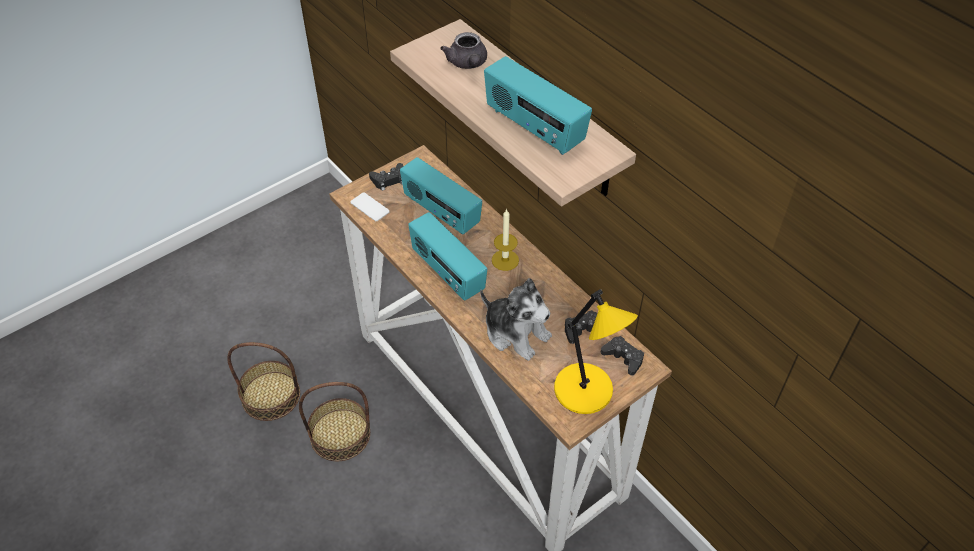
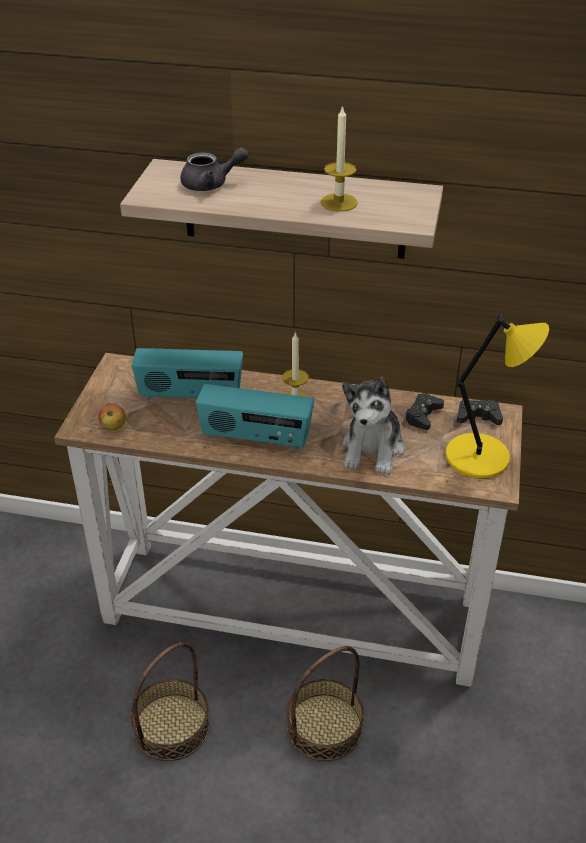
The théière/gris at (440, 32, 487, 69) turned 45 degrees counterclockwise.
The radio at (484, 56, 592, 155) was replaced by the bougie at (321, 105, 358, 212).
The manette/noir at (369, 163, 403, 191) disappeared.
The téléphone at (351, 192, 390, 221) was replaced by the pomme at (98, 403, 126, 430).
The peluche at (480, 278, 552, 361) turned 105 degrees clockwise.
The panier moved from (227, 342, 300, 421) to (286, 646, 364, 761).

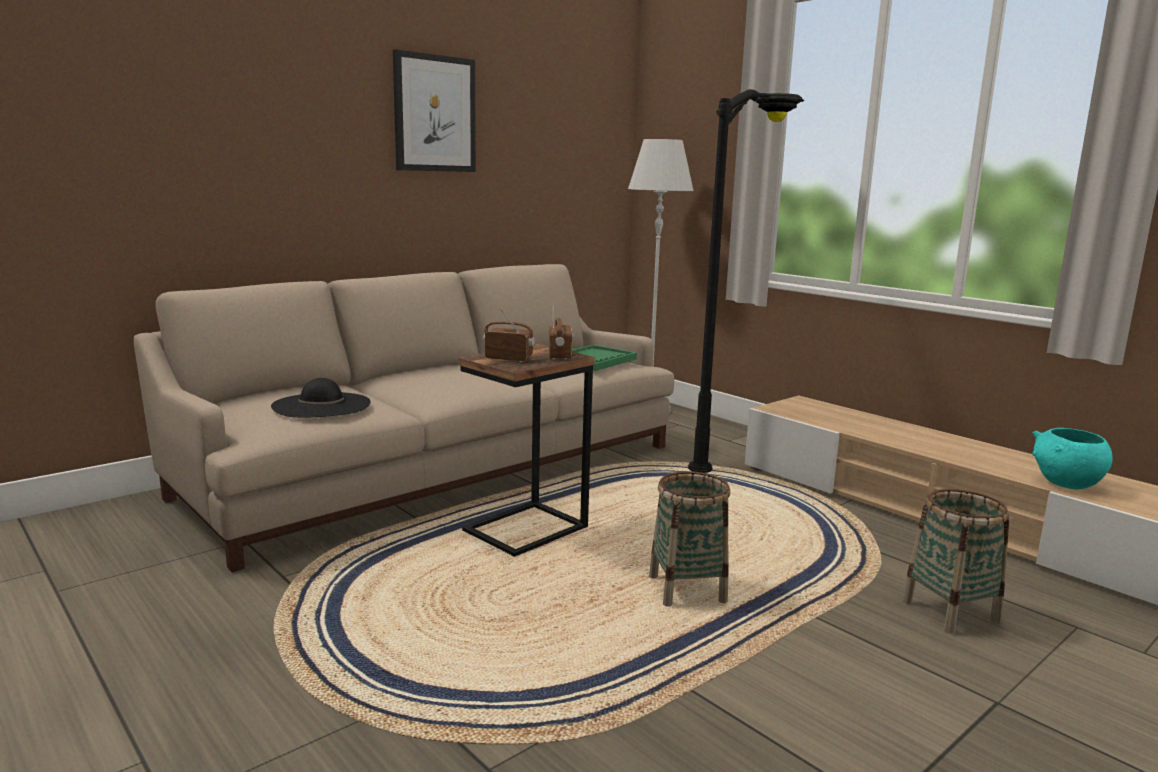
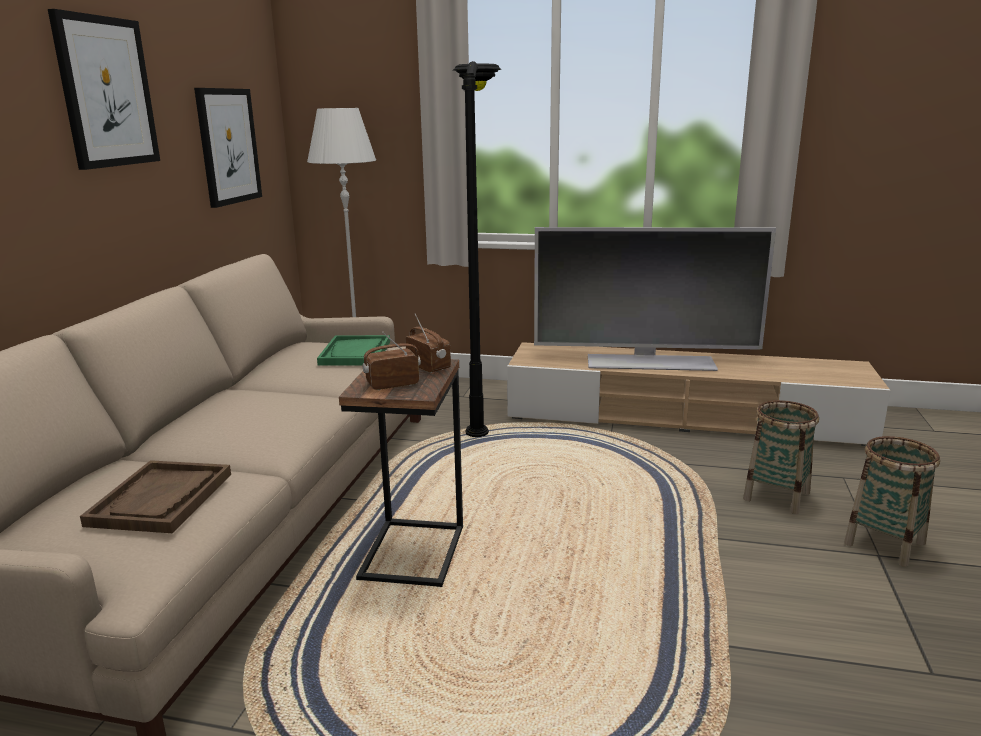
The chapeau/noir at (271, 378, 371, 418) was replaced by the plateau/marron at (80, 460, 231, 533).
The bol/turquoise at (1032, 428, 1112, 489) disappeared.
The panier moved from (649, 471, 730, 607) to (844, 436, 940, 567).
The tableau at (194, 88, 262, 208) appeared.
The téléviseur at (534, 227, 776, 371) appeared.

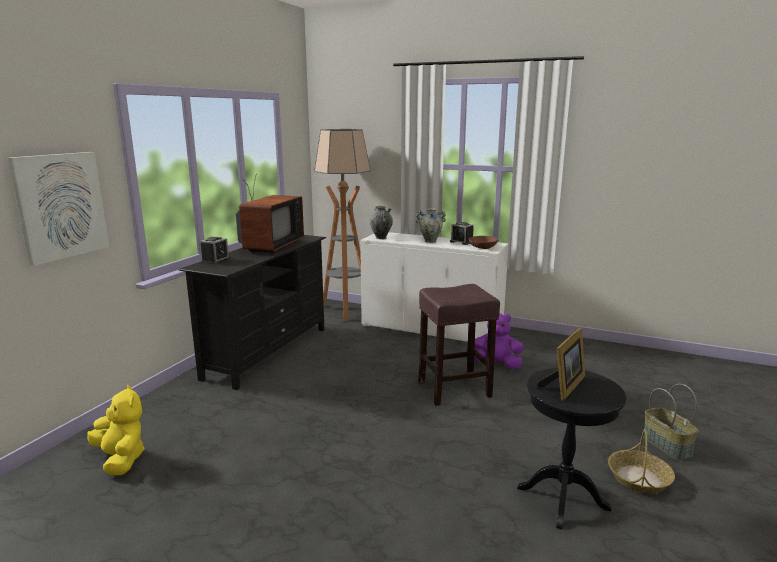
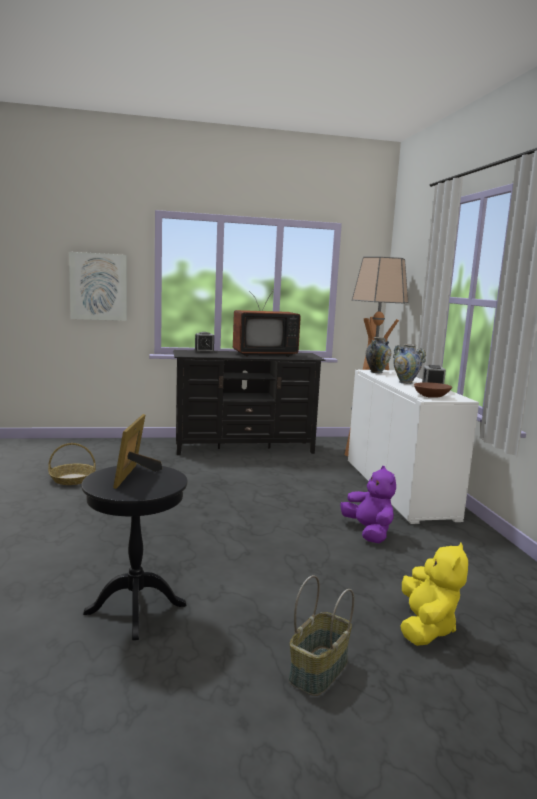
The tabouret/marron at (419, 284, 500, 406) disappeared.
The cadre photo at (537, 328, 585, 401) turned 90 degrees clockwise.
The peluche/jaune moved from (87, 385, 145, 475) to (400, 542, 468, 646).
The panier moved from (608, 429, 675, 494) to (48, 443, 96, 485).

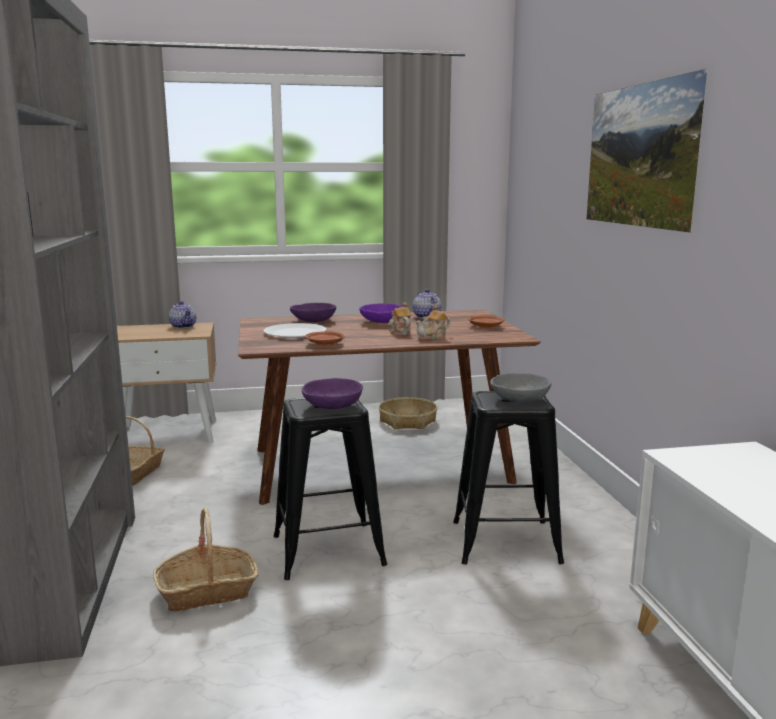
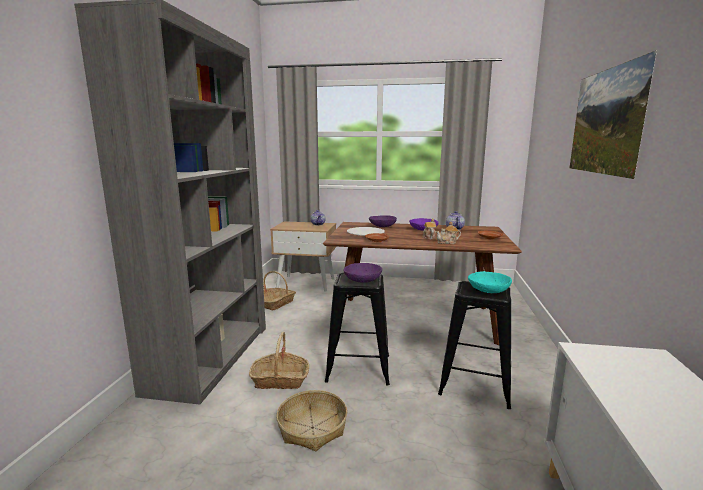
The bol/gris at (490, 373, 551, 403) became the bol/turquoise at (468, 271, 512, 293).
The panier moved from (379, 397, 437, 429) to (276, 390, 347, 451).

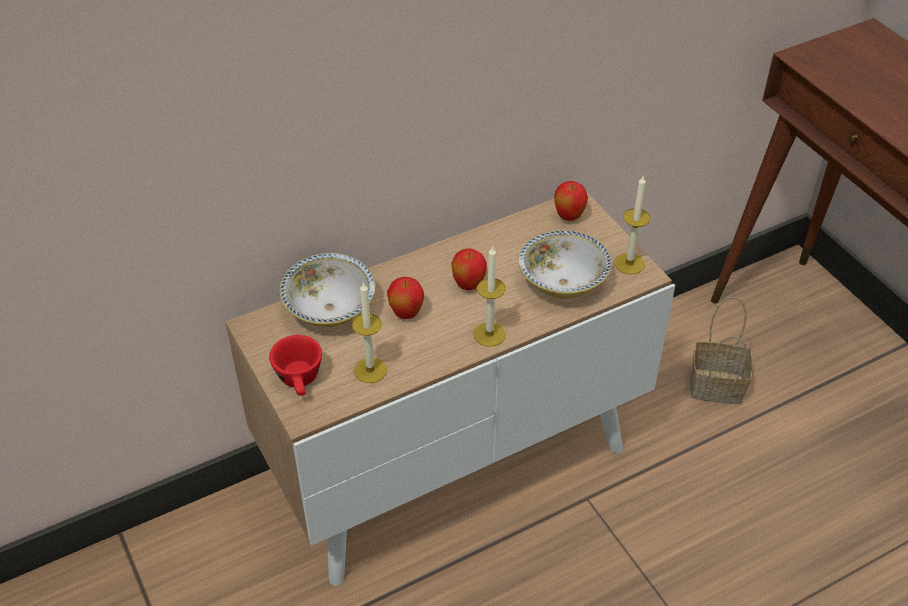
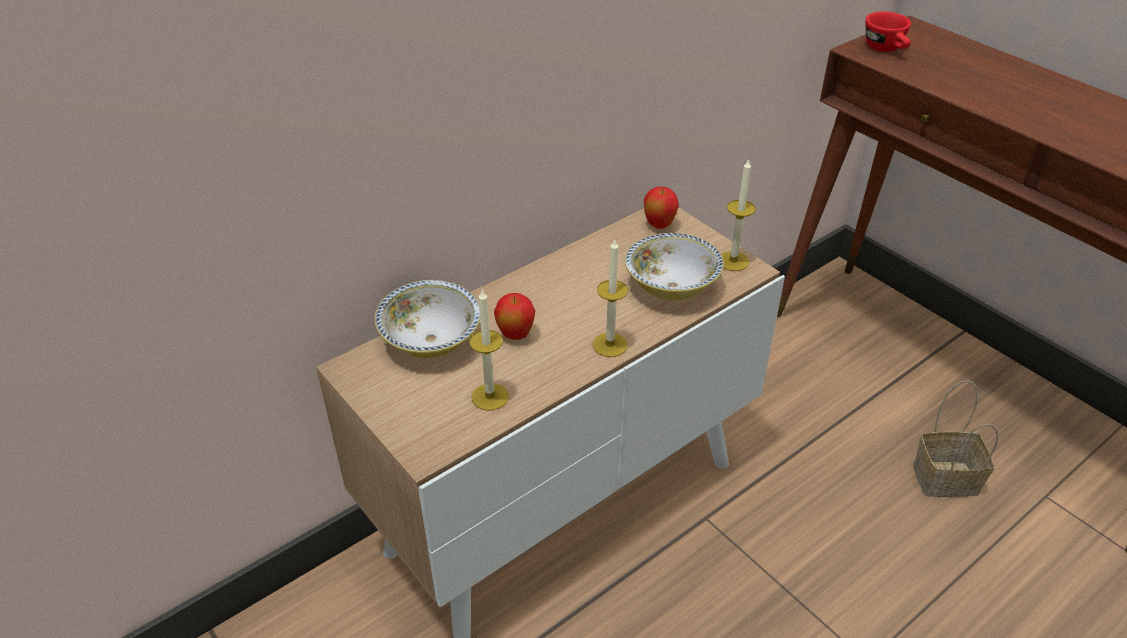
The pomme at (451, 249, 487, 290) disappeared.
The panier moved from (690, 297, 752, 404) to (913, 380, 999, 497).
The tasse/rouge moved from (269, 335, 322, 396) to (865, 11, 911, 52).

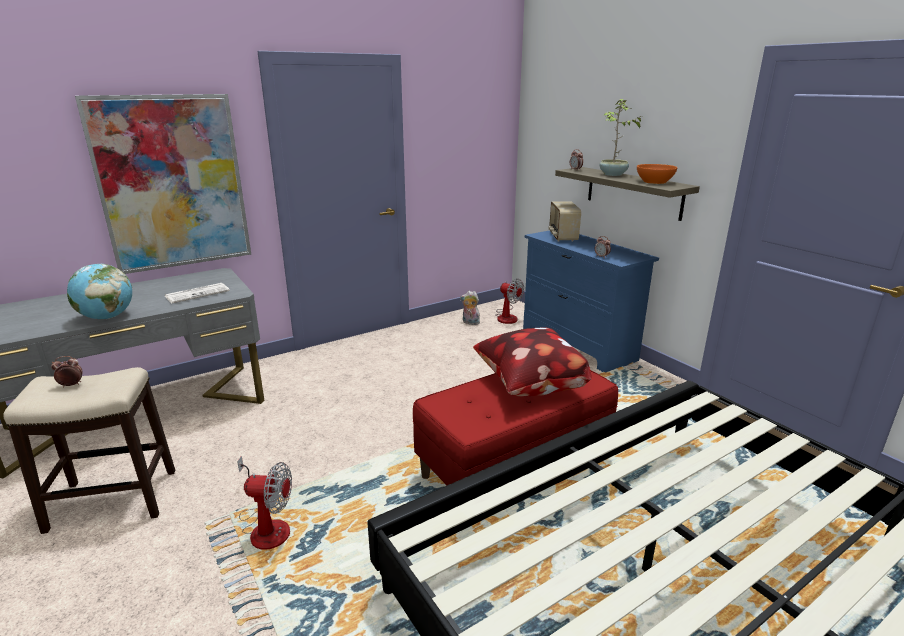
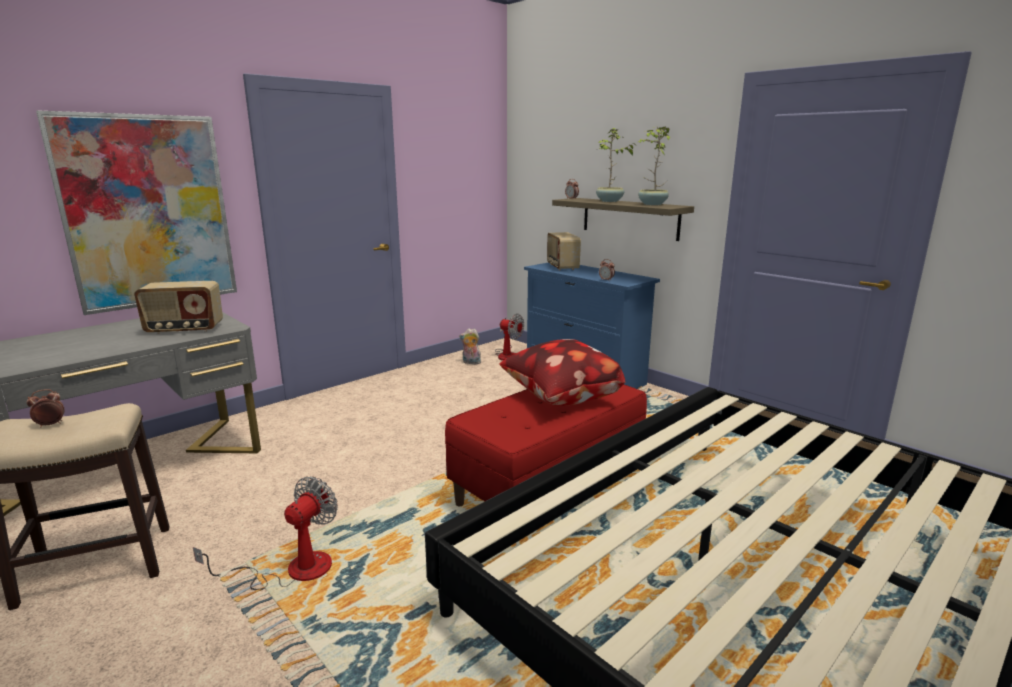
The bol/orange at (637, 164, 677, 184) was replaced by the plante en pot at (638, 126, 670, 205).
The globe at (67, 264, 132, 319) disappeared.
The journal at (165, 283, 230, 303) was replaced by the radio at (134, 281, 223, 335).
The ventilateur at (237, 456, 292, 550) turned 60 degrees counterclockwise.

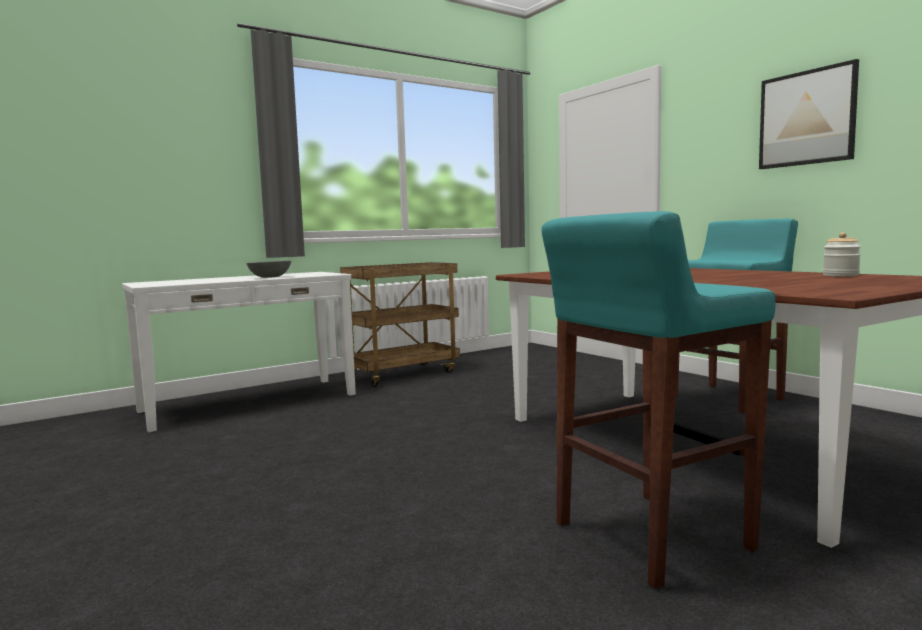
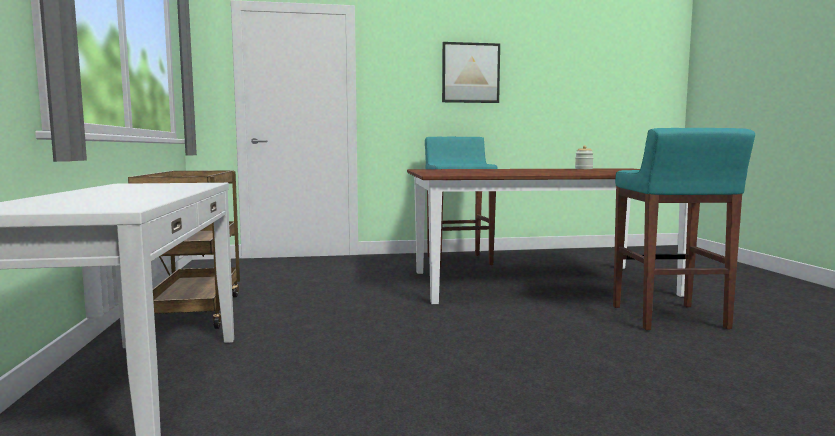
The bol/gris at (246, 260, 291, 278) disappeared.

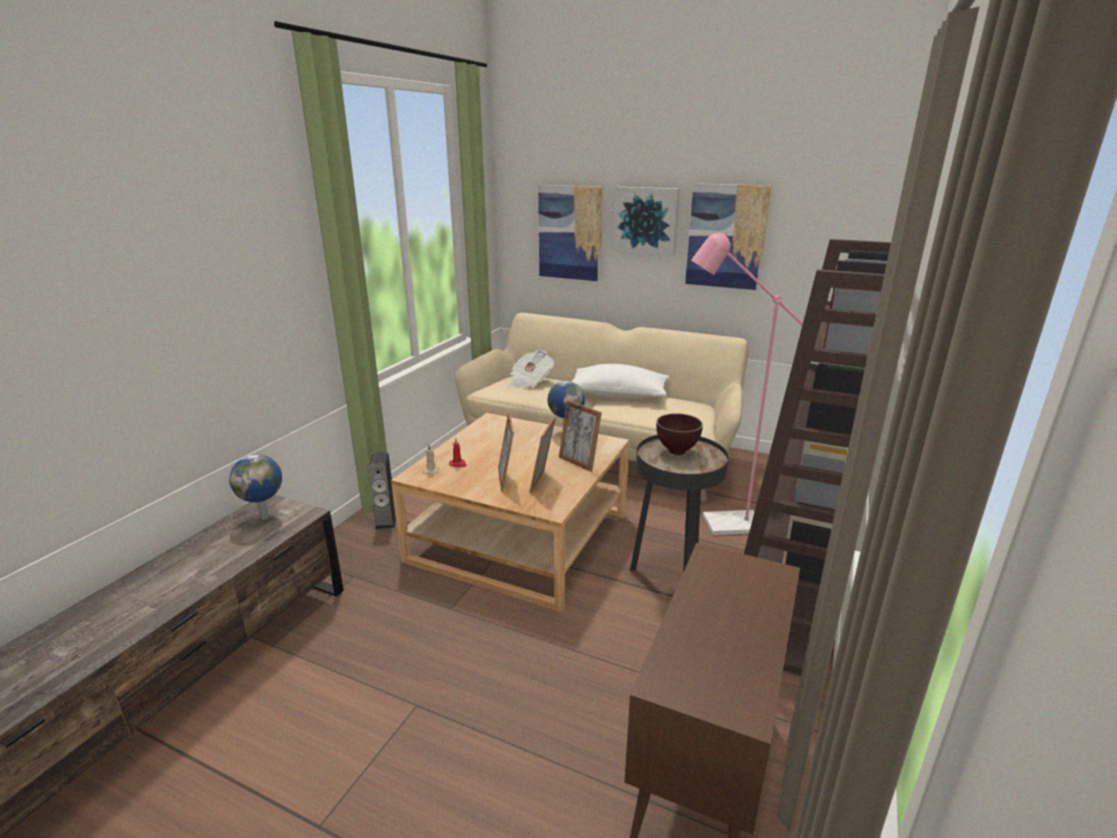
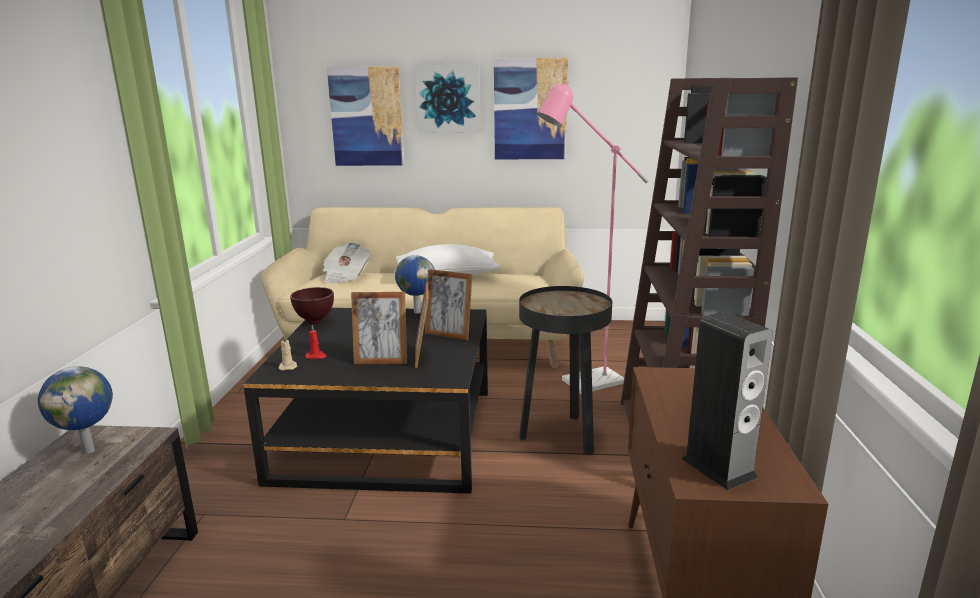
The table basse/beige at (391, 413, 629, 612) became the table basse/noir at (243, 308, 488, 494).
The cadre photo at (498, 413, 514, 492) turned 60 degrees counterclockwise.
The bol/marron moved from (656, 413, 703, 455) to (290, 287, 334, 324).
The enceinte moved from (368, 452, 396, 529) to (681, 312, 773, 490).

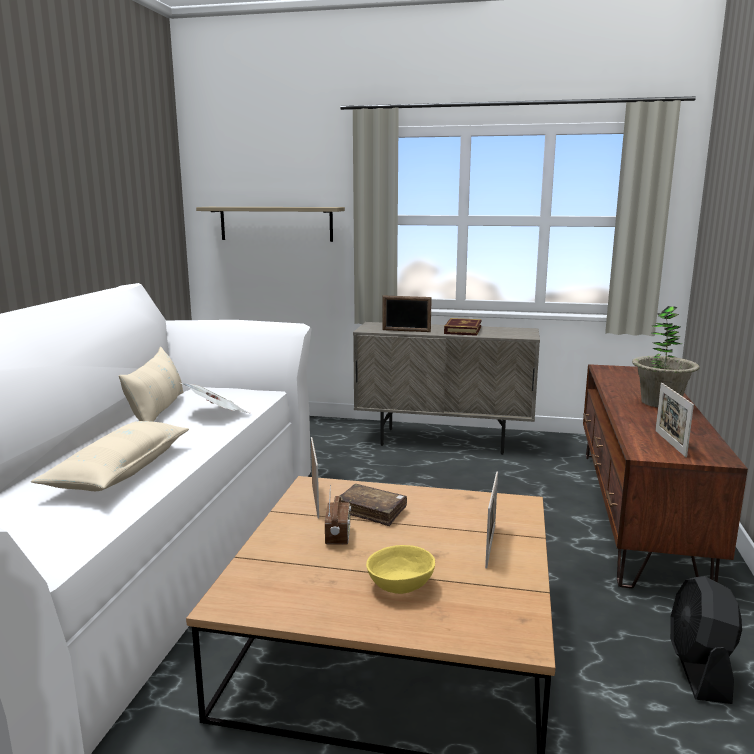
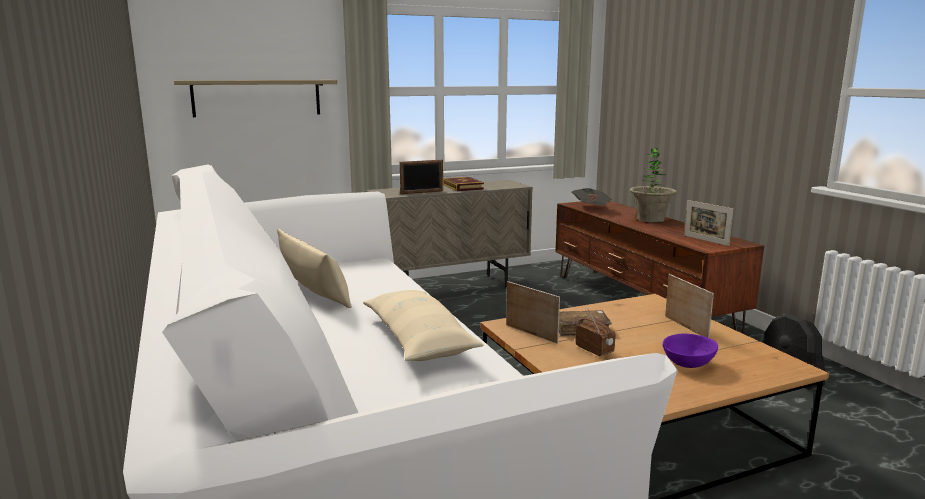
The journal moved from (180, 383, 249, 413) to (572, 188, 612, 205).
The bol/jaune at (366, 545, 435, 594) became the bol/violet at (663, 333, 718, 368).

